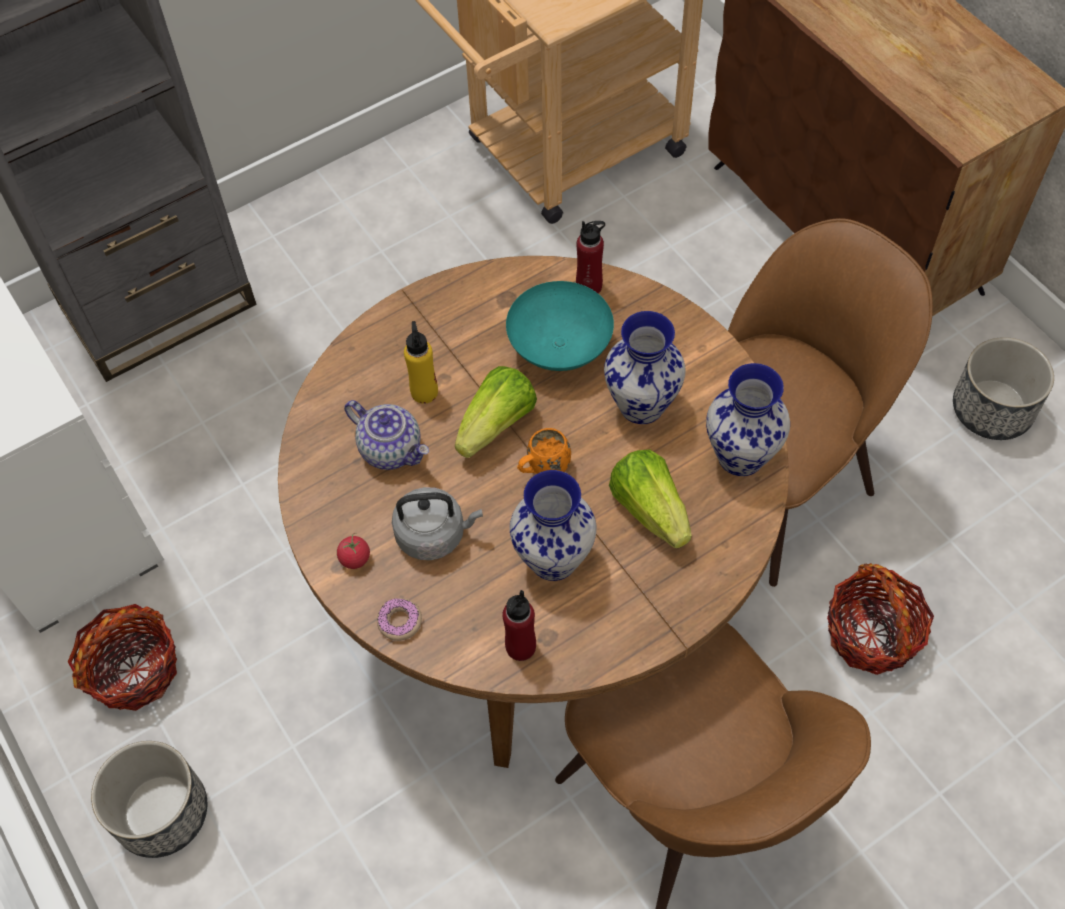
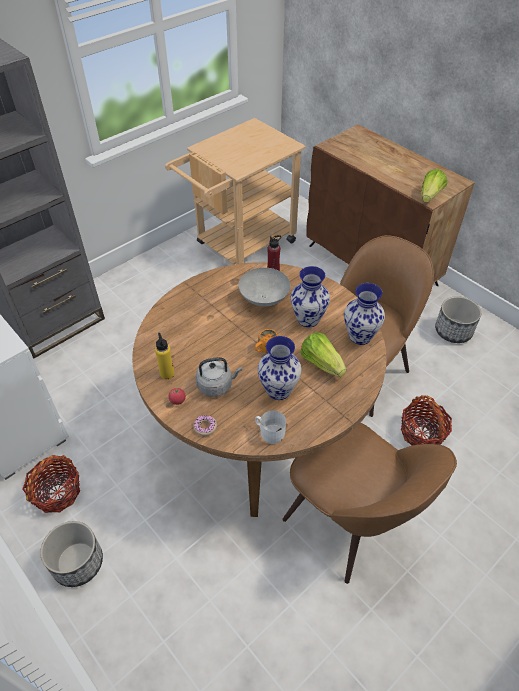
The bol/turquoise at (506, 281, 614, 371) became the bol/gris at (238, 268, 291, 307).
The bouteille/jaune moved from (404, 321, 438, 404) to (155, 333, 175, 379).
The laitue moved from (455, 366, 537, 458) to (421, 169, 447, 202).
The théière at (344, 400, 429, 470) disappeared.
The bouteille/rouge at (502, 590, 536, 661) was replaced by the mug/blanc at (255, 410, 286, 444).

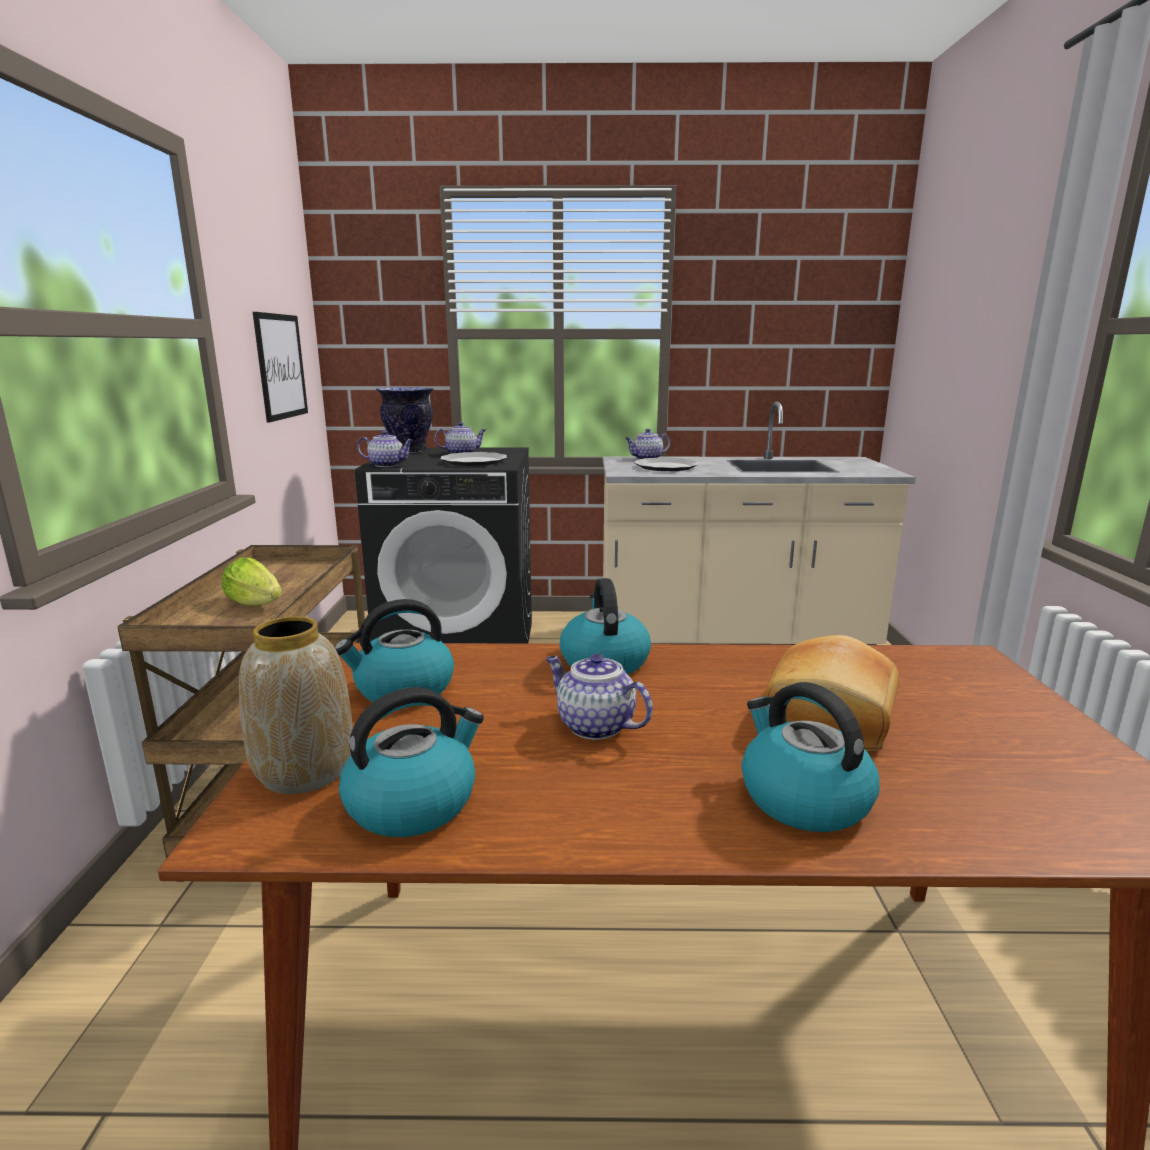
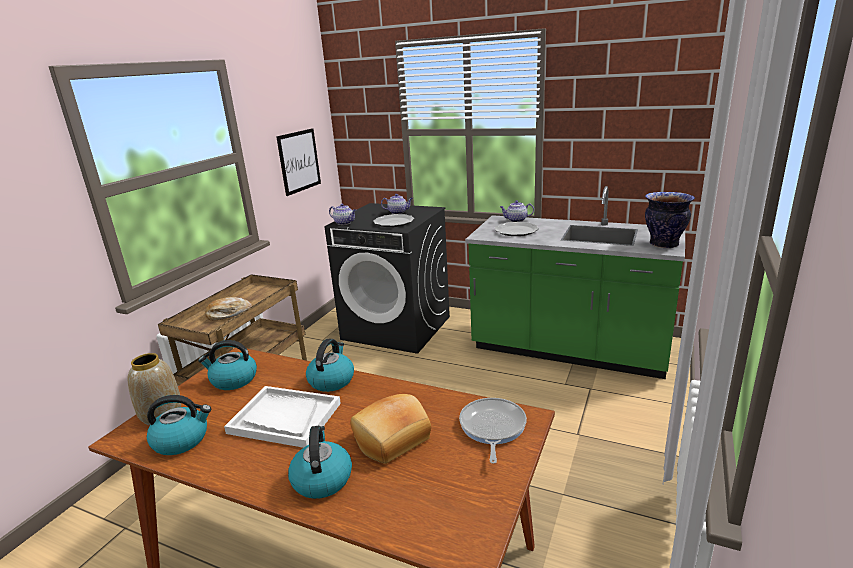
The vase moved from (376, 387, 433, 453) to (645, 192, 695, 248).
The comptoir de cuisine/beige at (603, 402, 916, 645) became the comptoir de cuisine/vert at (465, 186, 685, 379).
The laitue at (222, 557, 282, 606) was replaced by the pain at (205, 297, 252, 321).
The théière at (546, 654, 653, 740) was replaced by the plateau/blanc at (224, 386, 341, 448).
The poêle at (459, 398, 527, 464) appeared.

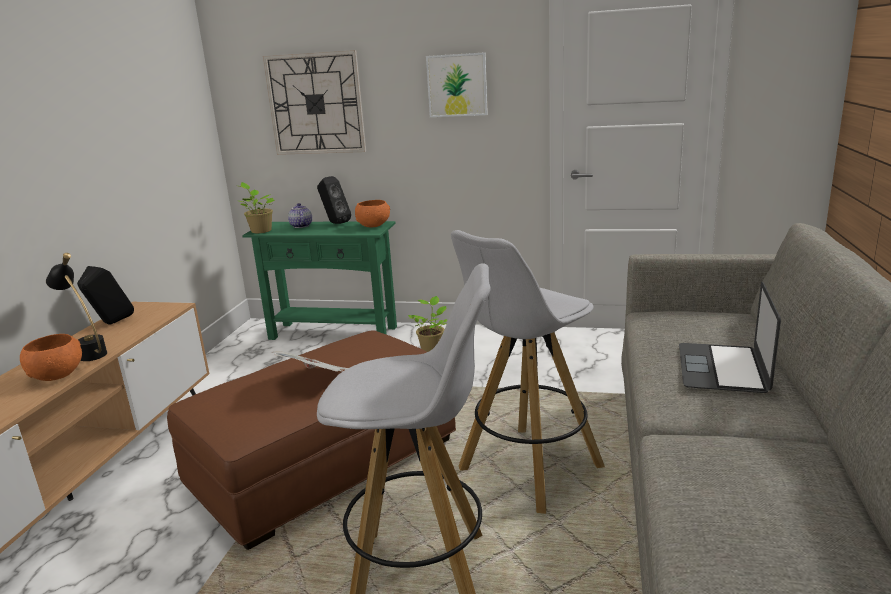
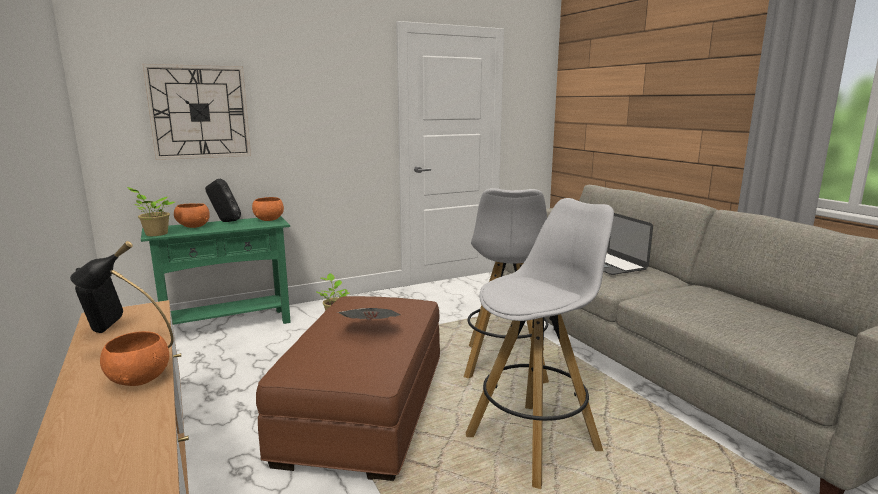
The tableau at (426, 52, 488, 117) disappeared.
The théière at (288, 203, 312, 228) was replaced by the bol/orange at (174, 203, 210, 228).

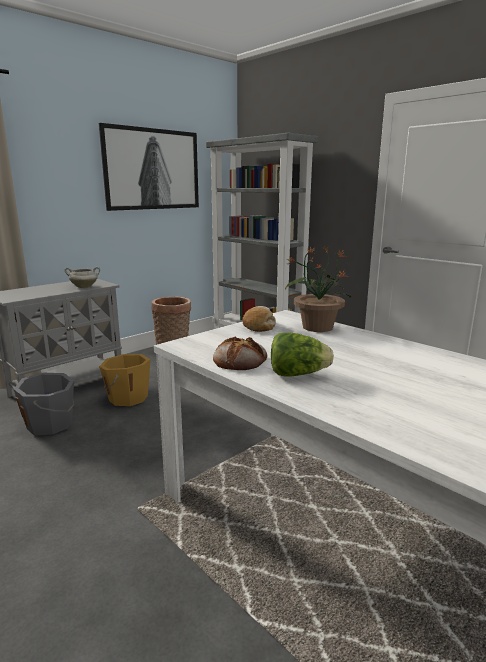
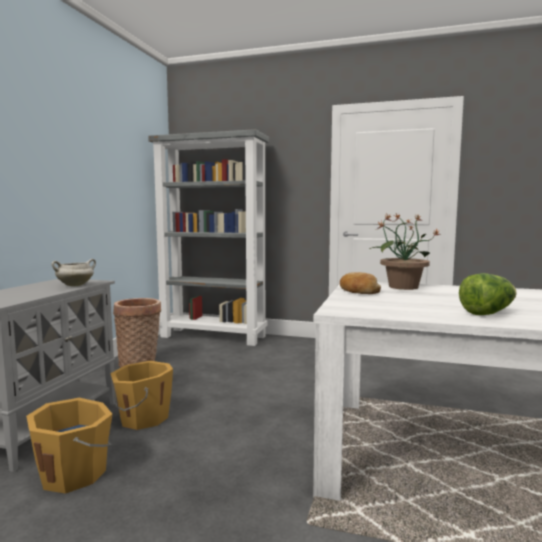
The tableau at (99, 123, 199, 211) disappeared.
The pain at (213, 337, 267, 370) disappeared.
The seau/gris at (14, 373, 74, 436) became the seau/orange at (26, 398, 113, 494).

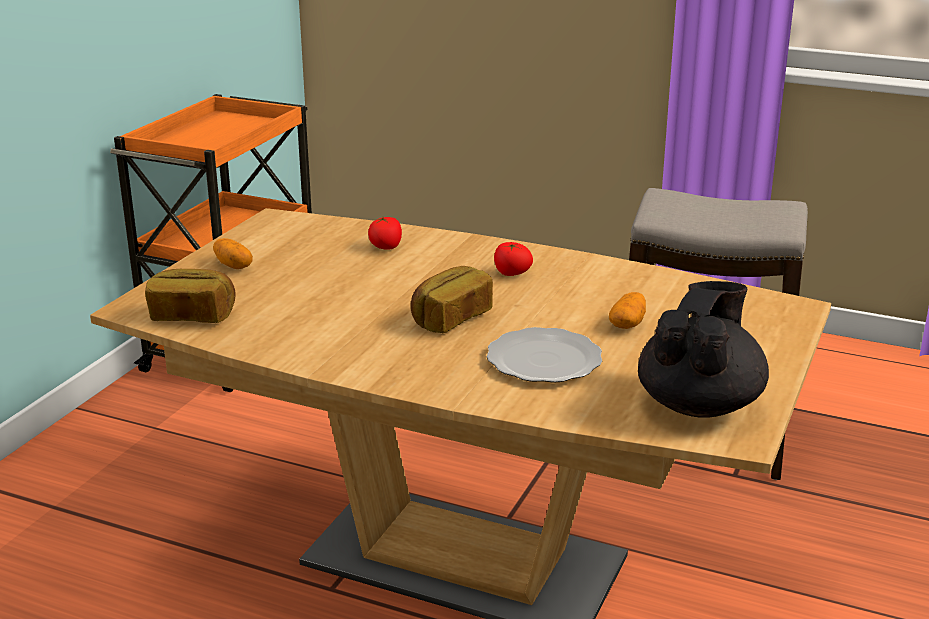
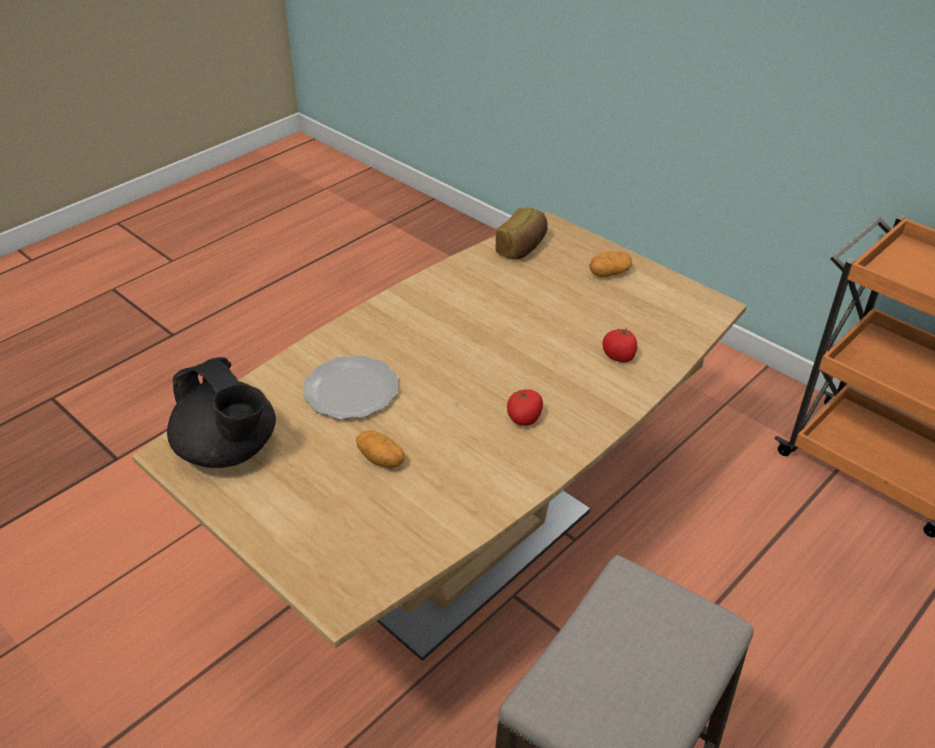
The pain at (411, 266, 493, 333) disappeared.

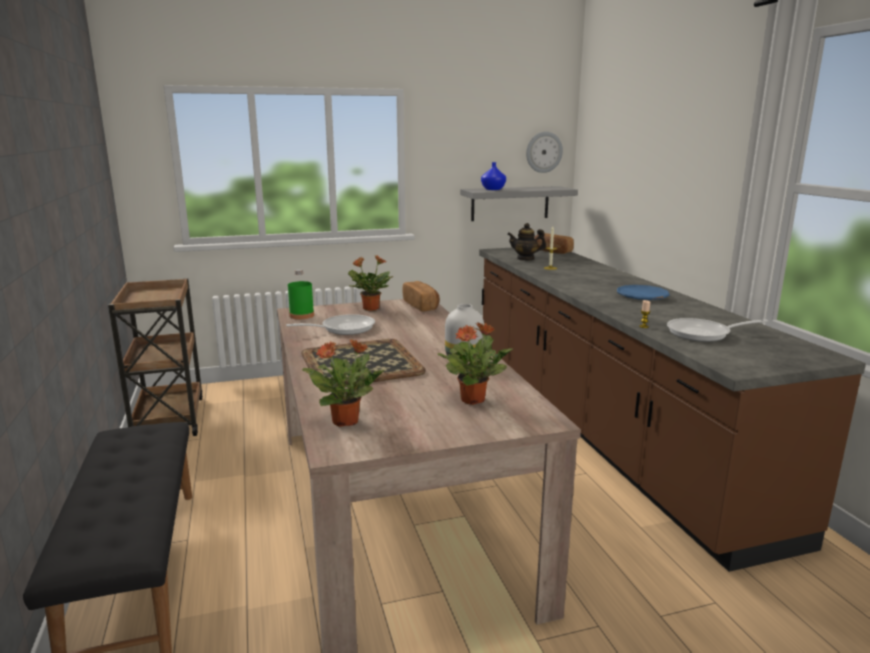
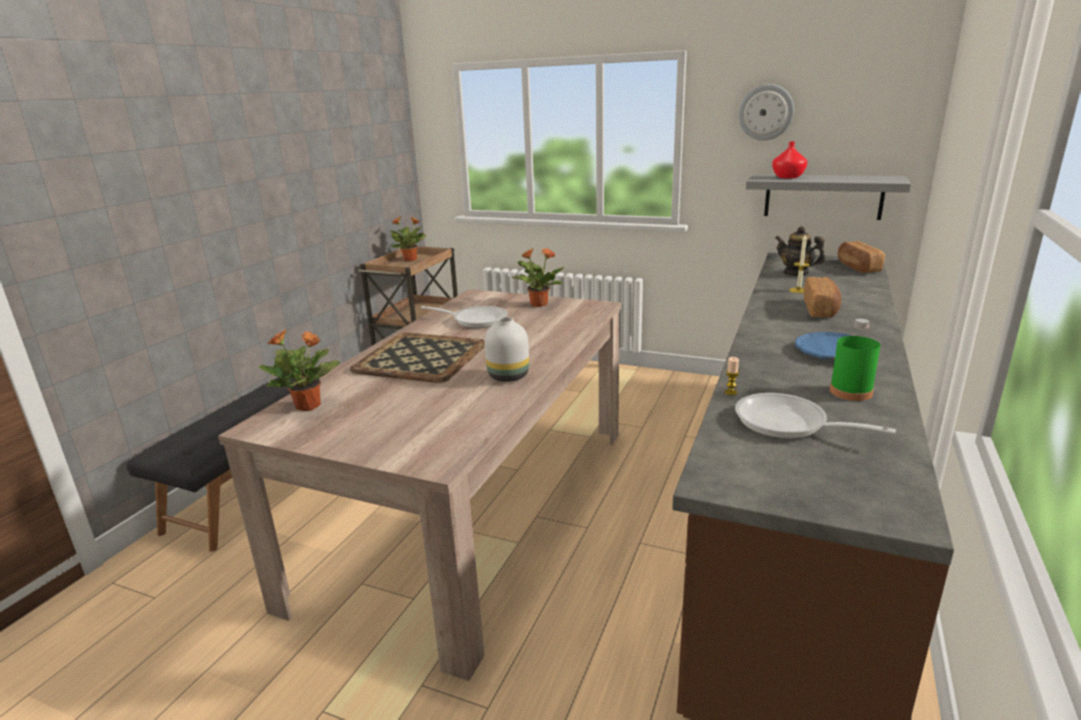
The horloge murale moved from (526, 132, 563, 173) to (738, 84, 794, 141).
The vase/bleu at (481, 162, 506, 190) became the vase/rouge at (772, 141, 807, 179).
The bouteille/vert moved from (288, 269, 314, 319) to (830, 319, 880, 401).
The pain moved from (403, 281, 440, 312) to (804, 277, 841, 318).
The plante en pot moved from (437, 323, 513, 405) to (390, 217, 427, 261).

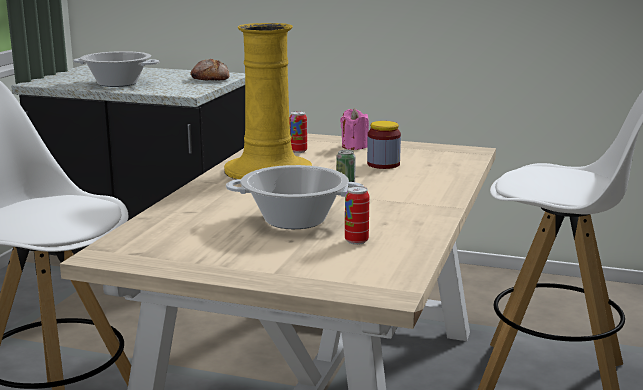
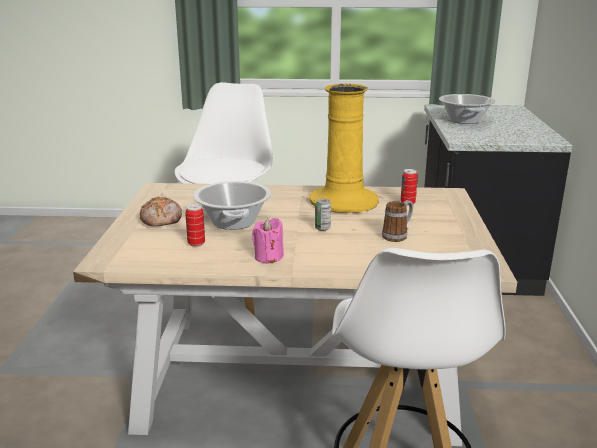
The pain moved from (190, 59, 230, 81) to (140, 197, 182, 226).
The bougie/rose moved from (340, 108, 369, 150) to (252, 218, 284, 264).
The bocal at (367, 121, 401, 169) was replaced by the mug at (382, 200, 413, 242).

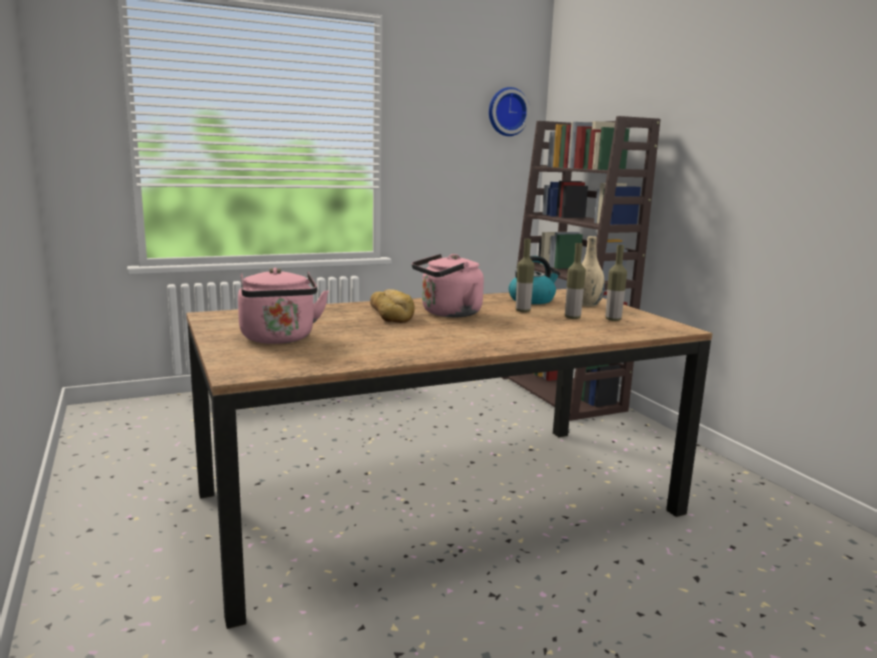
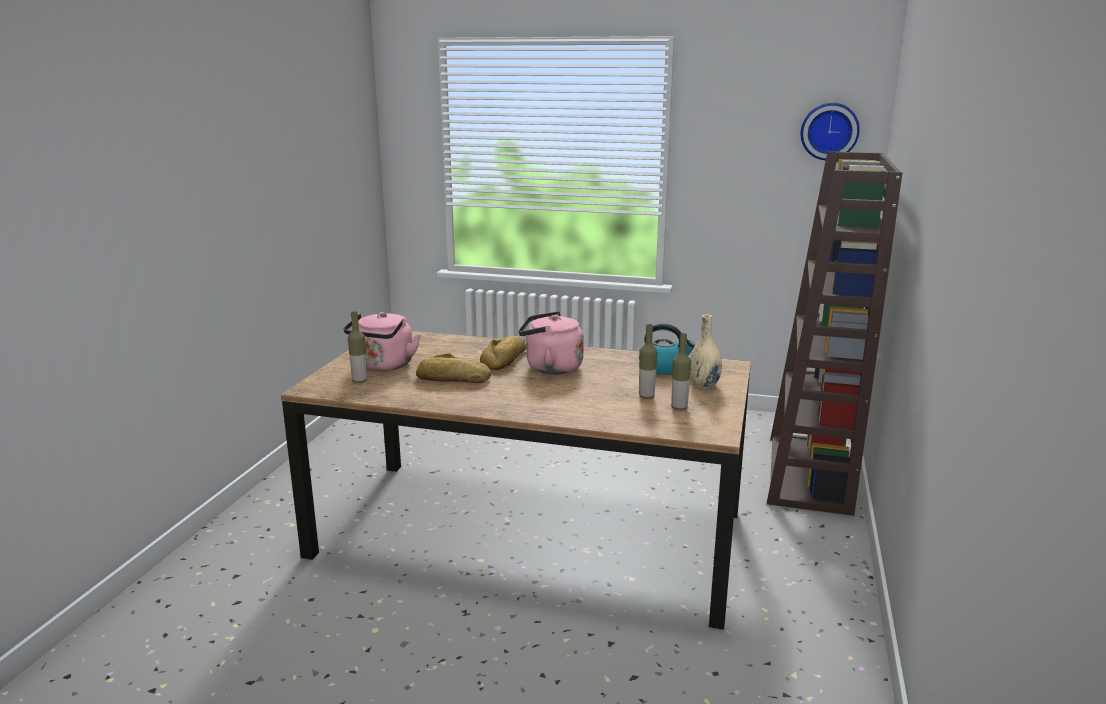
The bouteille moved from (516, 239, 535, 312) to (348, 311, 367, 383).
The pain at (416, 353, 491, 383) appeared.

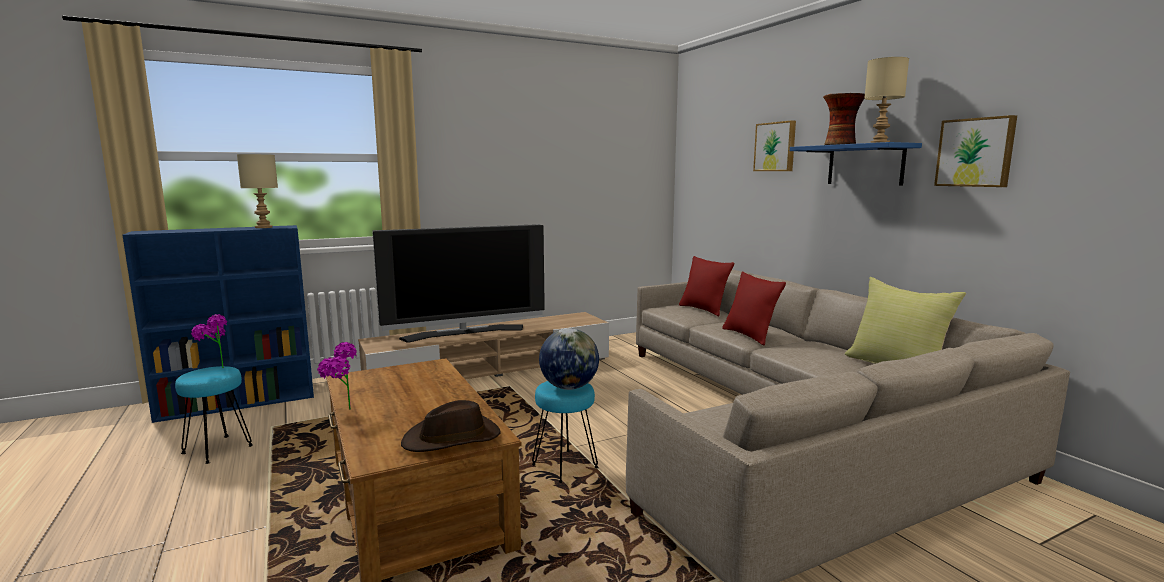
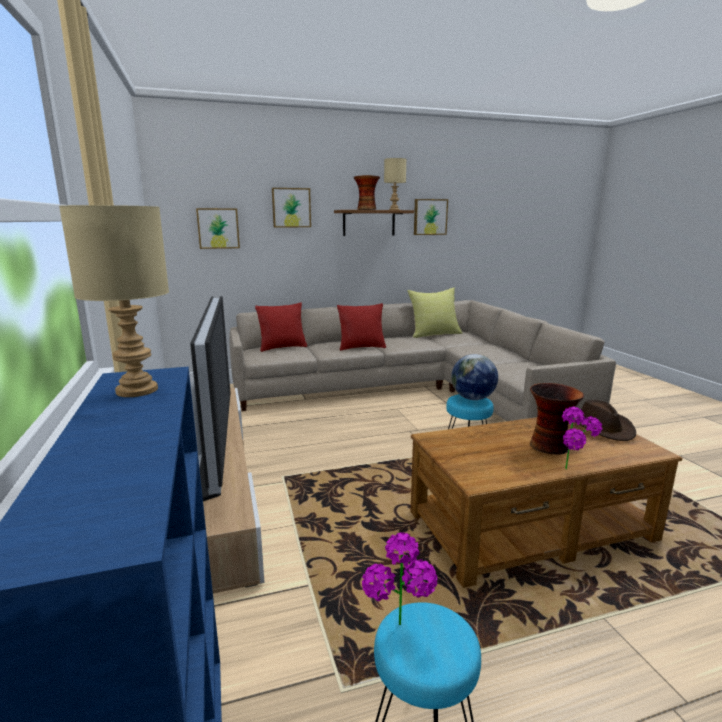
The étagère/bleu at (790, 142, 922, 186) became the étagère/marron at (334, 210, 414, 236).
The tableau at (196, 208, 240, 249) appeared.
The vase at (530, 383, 584, 455) appeared.

